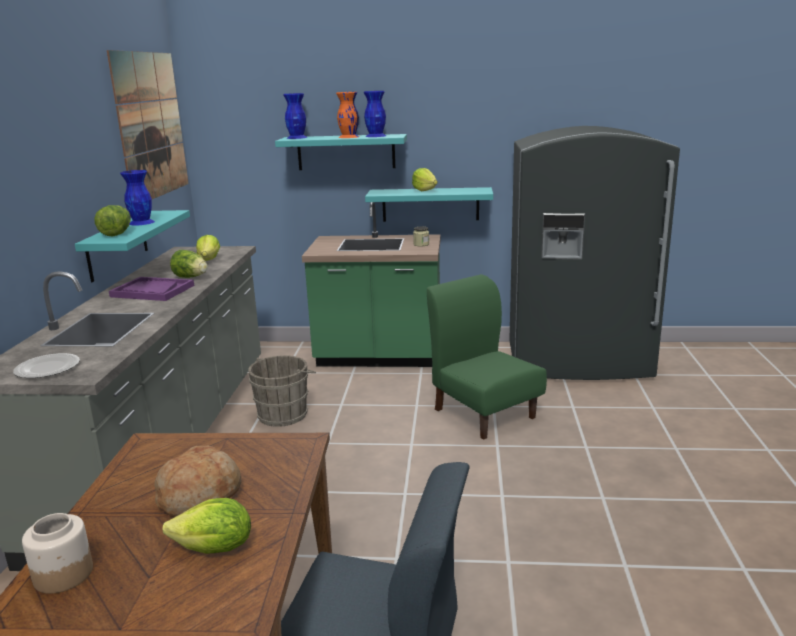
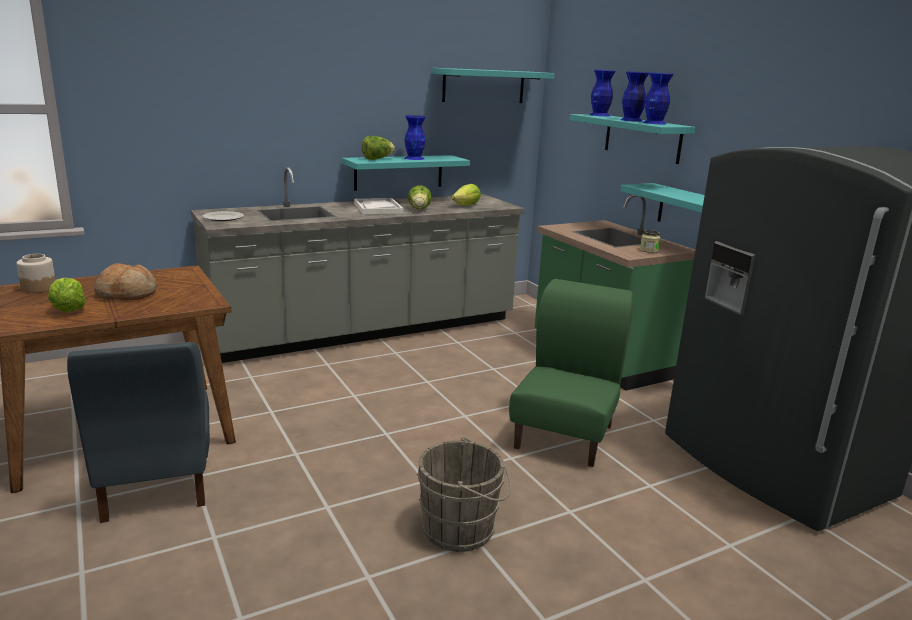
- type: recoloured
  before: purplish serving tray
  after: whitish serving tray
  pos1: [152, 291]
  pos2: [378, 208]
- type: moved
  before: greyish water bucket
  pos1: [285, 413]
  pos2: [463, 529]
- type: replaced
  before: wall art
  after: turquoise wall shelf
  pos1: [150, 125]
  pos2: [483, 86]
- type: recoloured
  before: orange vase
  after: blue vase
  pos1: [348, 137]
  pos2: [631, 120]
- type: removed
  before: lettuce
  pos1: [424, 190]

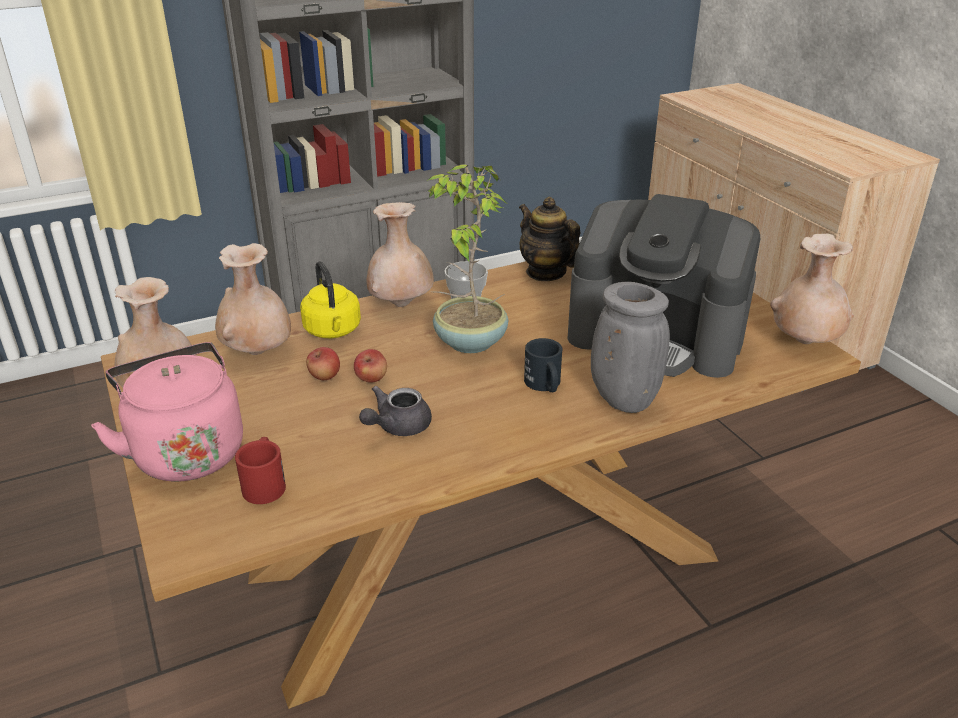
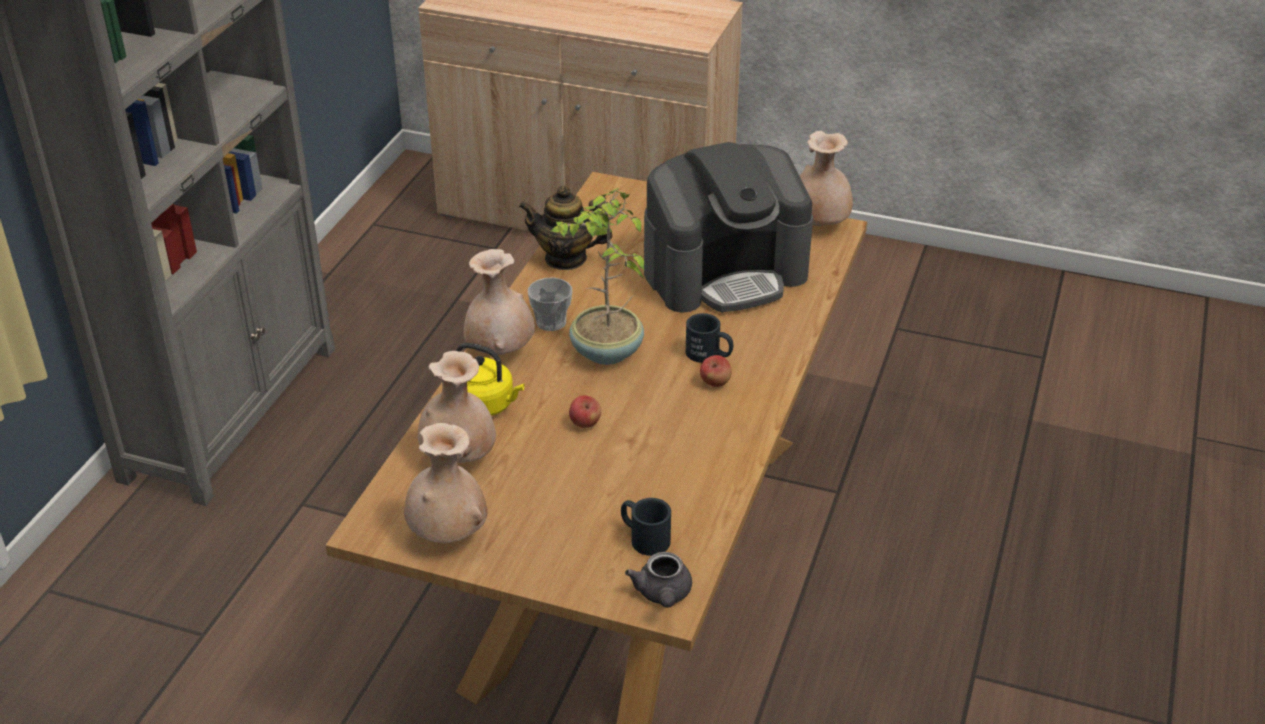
- type: recoloured
  before: red-coloured tea mug
  after: black-coloured tea mug
  pos1: [265, 483]
  pos2: [644, 537]
- type: moved
  before: greyish teapot
  pos1: [397, 427]
  pos2: [663, 595]
- type: moved
  before: apple fruit
  pos1: [324, 376]
  pos2: [715, 383]
- type: removed
  before: pinkish water kettle
  pos1: [186, 451]
- type: removed
  before: greyish vase
  pos1: [621, 400]

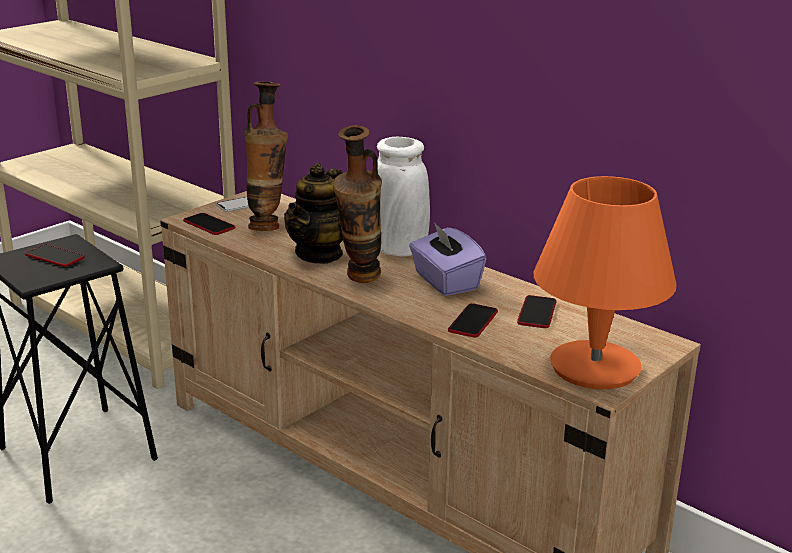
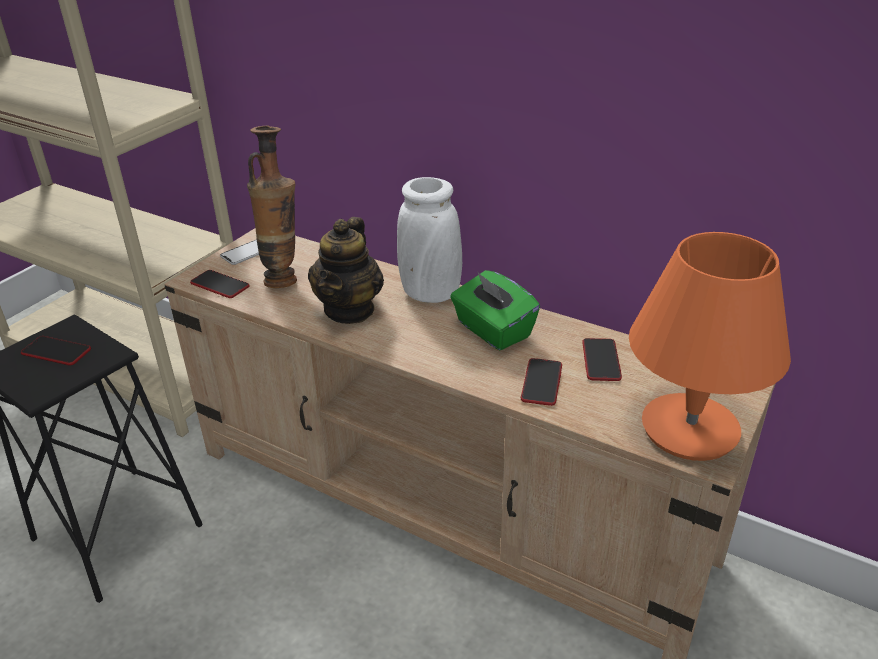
- type: recoloured
  before: purplish box of tissues
  after: green box of tissues
  pos1: [445, 282]
  pos2: [492, 330]
- type: removed
  before: vase
  pos1: [359, 281]

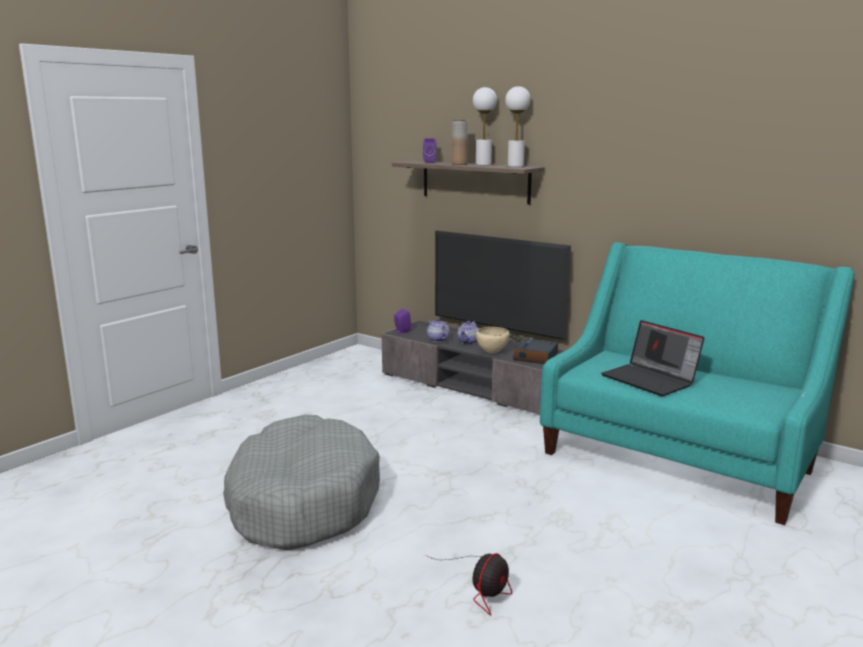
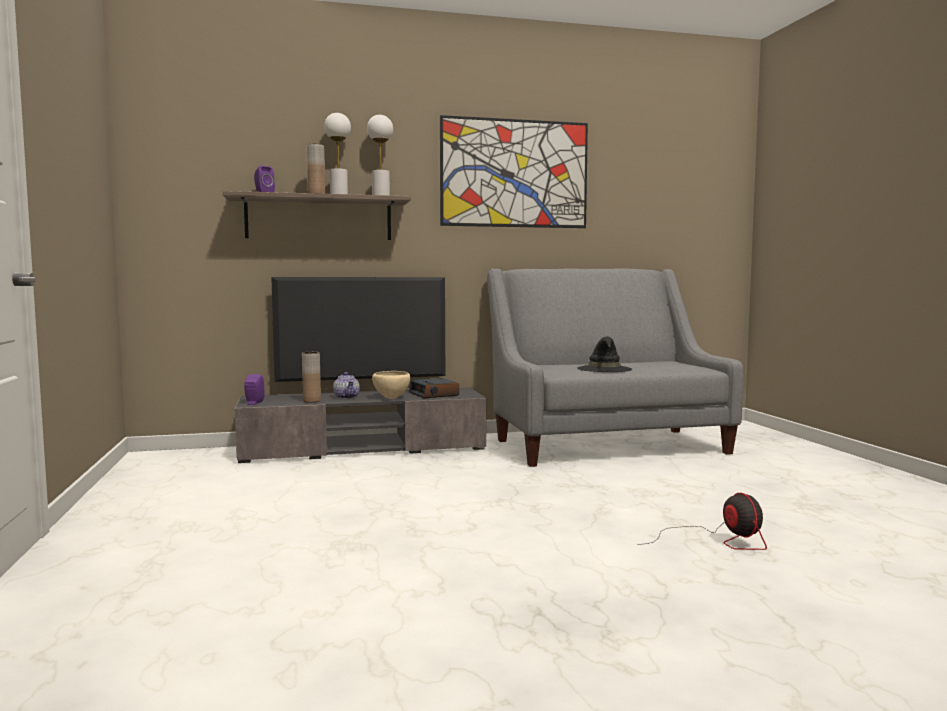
- type: replaced
  before: teapot
  after: brown vase
  pos1: [437, 339]
  pos2: [312, 401]
- type: added
  after: wall art
  pos2: [514, 173]
- type: recoloured
  before: turquoise sofa
  after: greyish sofa
  pos1: [679, 457]
  pos2: [605, 444]
- type: replaced
  before: portable computer
  after: black-coloured hat
  pos1: [651, 380]
  pos2: [604, 369]
- type: removed
  before: greyish pet bed
  pos1: [302, 501]

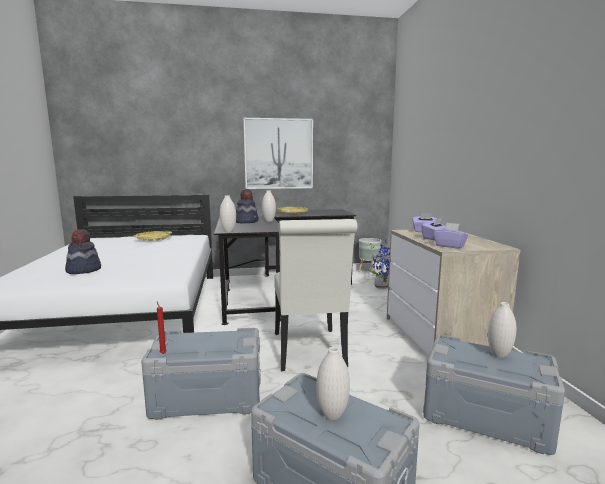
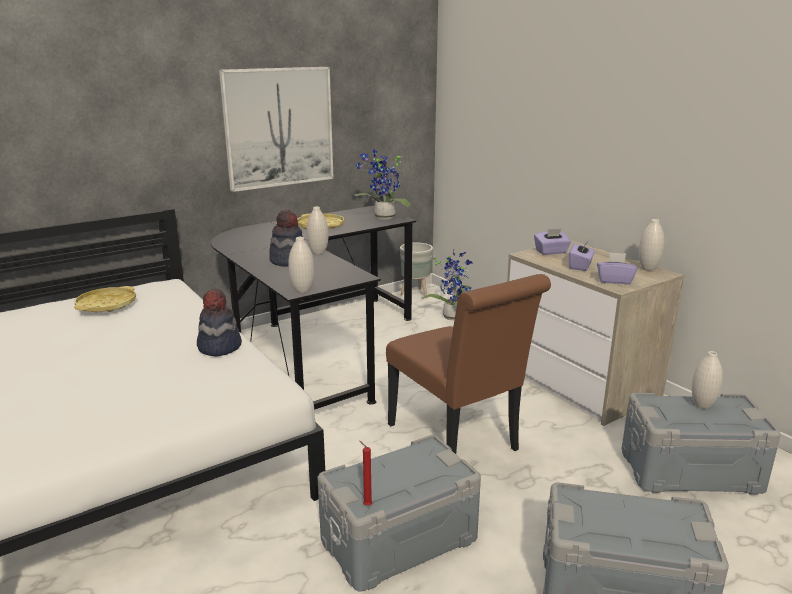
- type: moved
  before: hat
  pos1: [83, 270]
  pos2: [219, 346]
- type: added
  after: houseplant
  pos2: [383, 218]
- type: recoloured
  before: whitish plain chair
  after: brown plain chair
  pos1: [309, 352]
  pos2: [457, 442]
- type: moved
  before: whitish vase
  pos1: [332, 415]
  pos2: [648, 269]

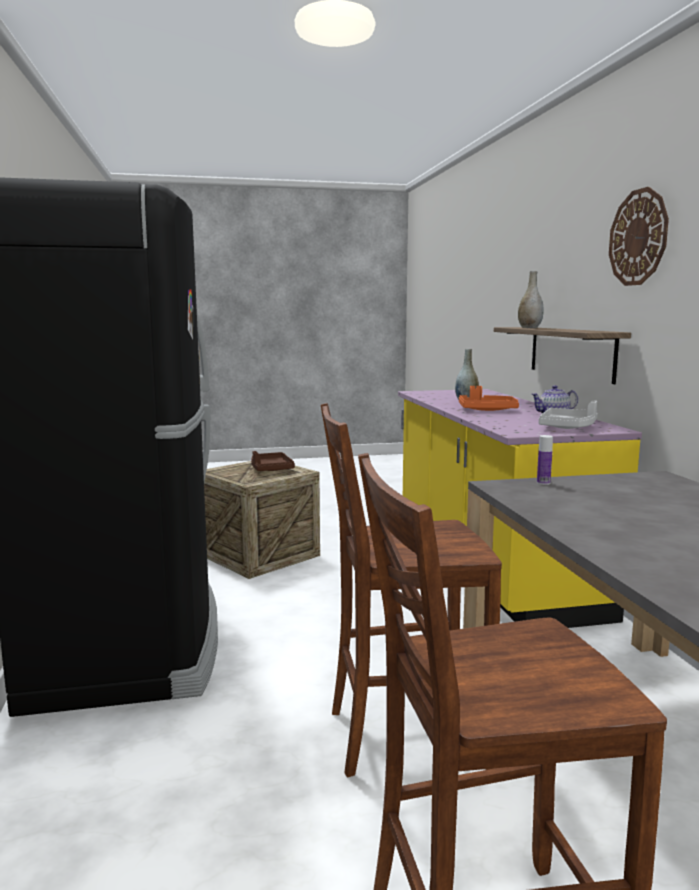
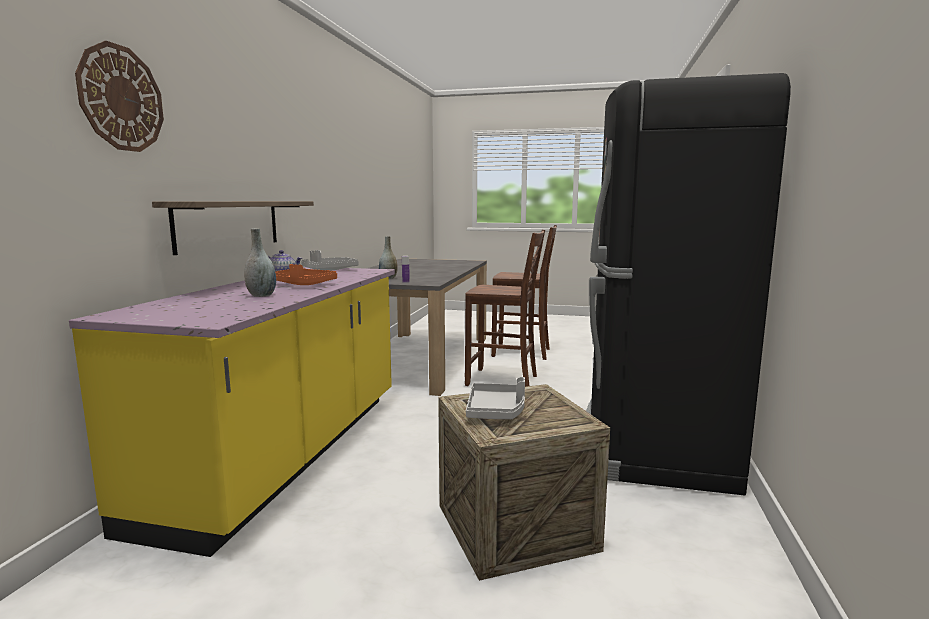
- type: moved
  before: hanging clock
  pos1: [638, 237]
  pos2: [121, 98]
- type: moved
  before: greyish vase
  pos1: [529, 328]
  pos2: [388, 278]
- type: recoloured
  before: brown serving tray
  after: greyish serving tray
  pos1: [270, 469]
  pos2: [496, 411]

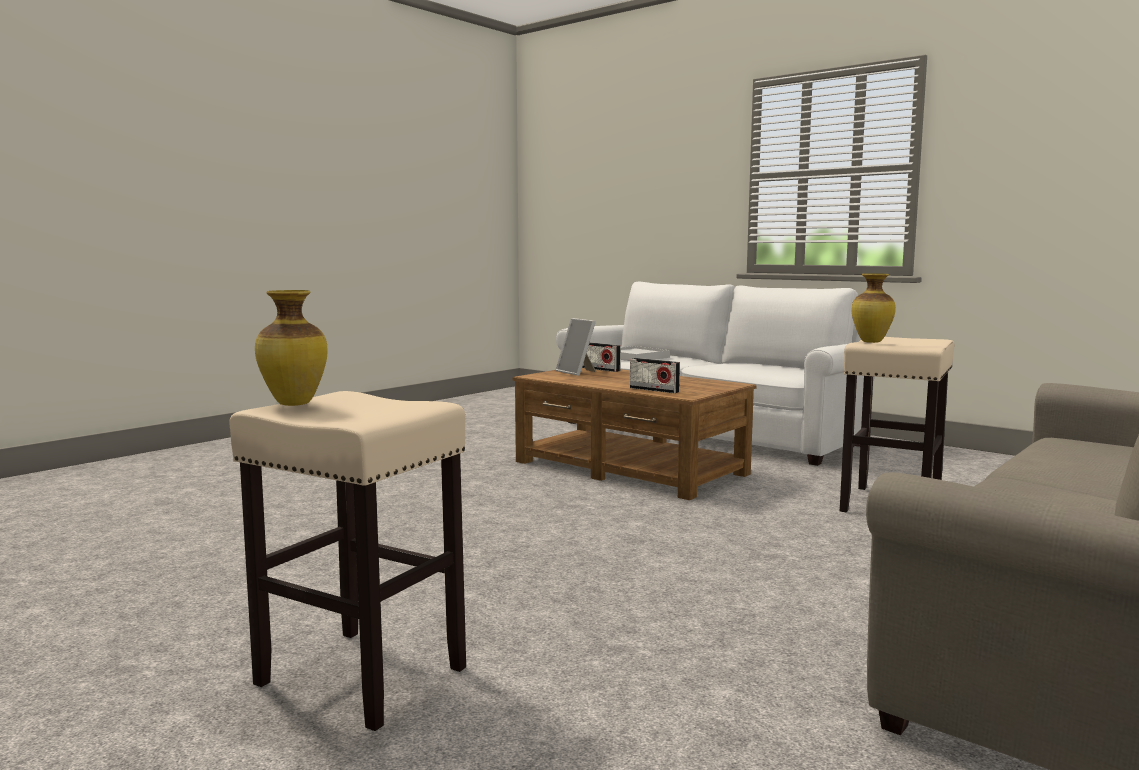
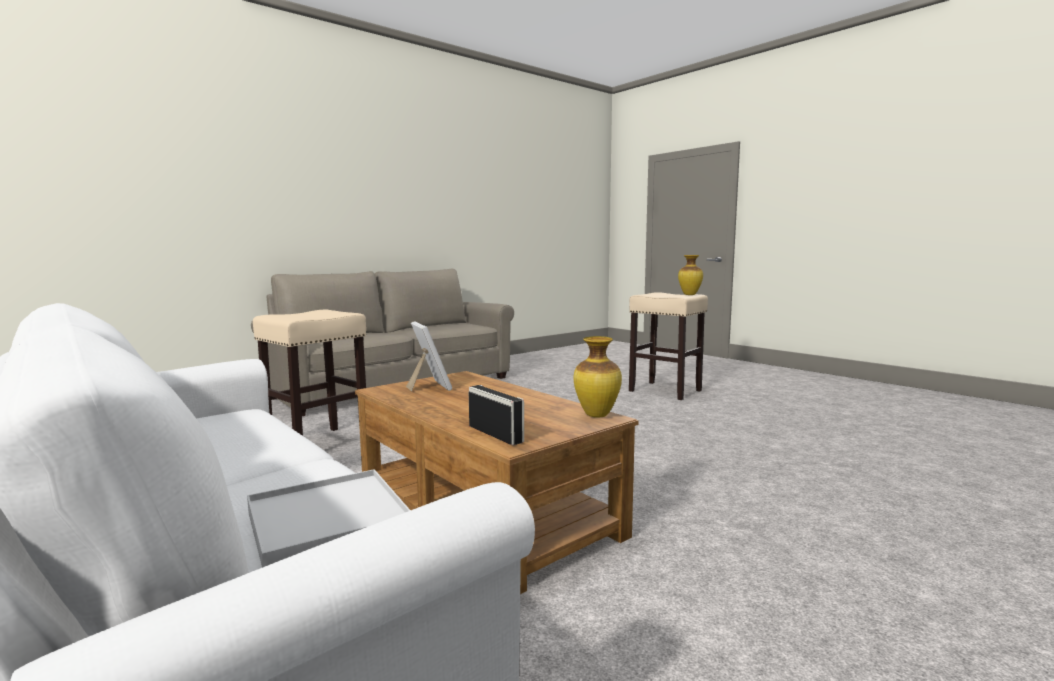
- type: moved
  before: standing frame
  pos1: [577, 372]
  pos2: [428, 387]
- type: moved
  before: vase
  pos1: [870, 342]
  pos2: [597, 415]
- type: removed
  before: radio
  pos1: [654, 390]

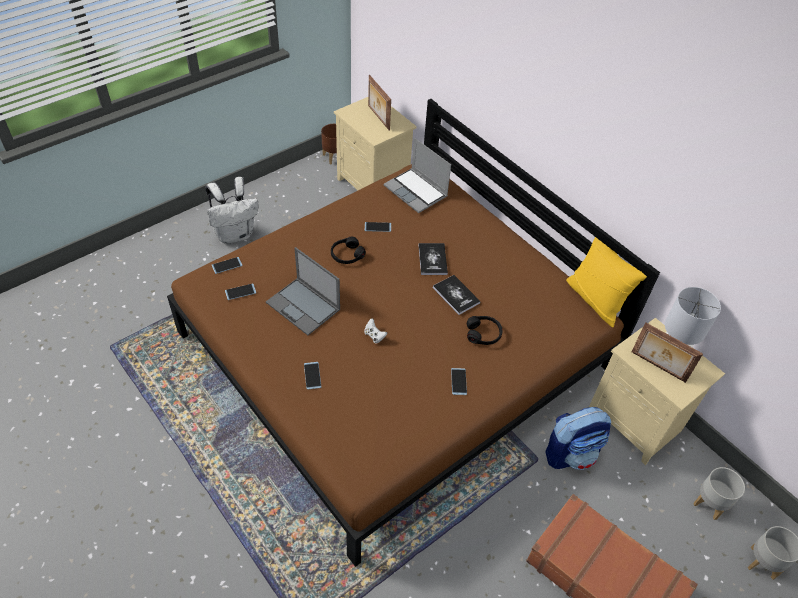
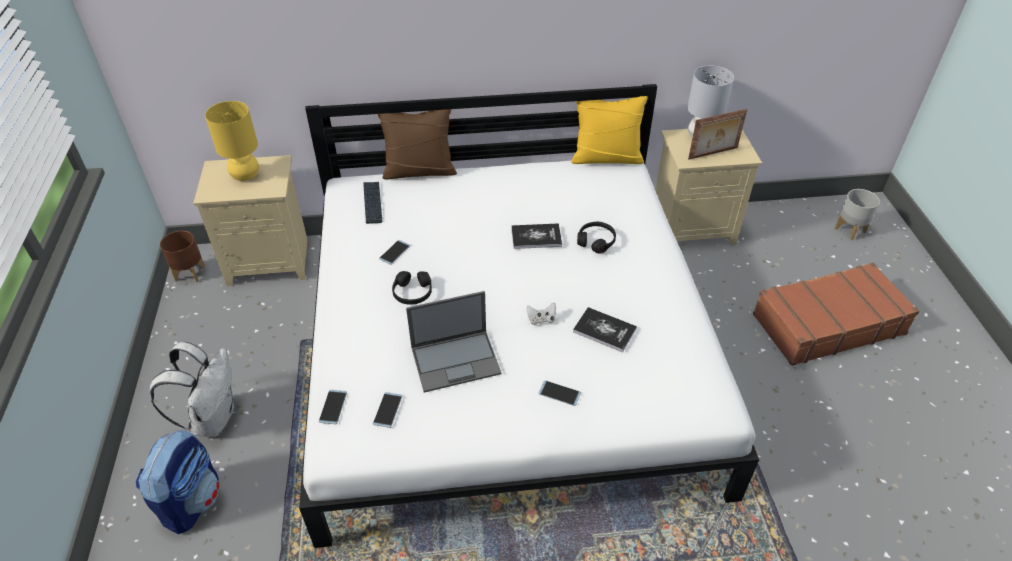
- type: moved
  before: backpack
  pos1: [571, 453]
  pos2: [192, 500]
- type: replaced
  before: standing frame
  after: yellowish table lamp
  pos1: [378, 118]
  pos2: [246, 175]
- type: recoloured
  before: brown bed
  after: whitish bed
  pos1: [395, 352]
  pos2: [506, 349]
- type: replaced
  before: portable computer
  after: computer keyboard
  pos1: [416, 191]
  pos2: [372, 203]
- type: added
  after: brown throw pillow
  pos2: [419, 171]
- type: moved
  before: volume
  pos1: [432, 259]
  pos2: [604, 330]
- type: removed
  before: handset
  pos1: [458, 381]
- type: removed
  before: greyish planter
  pos1: [710, 504]

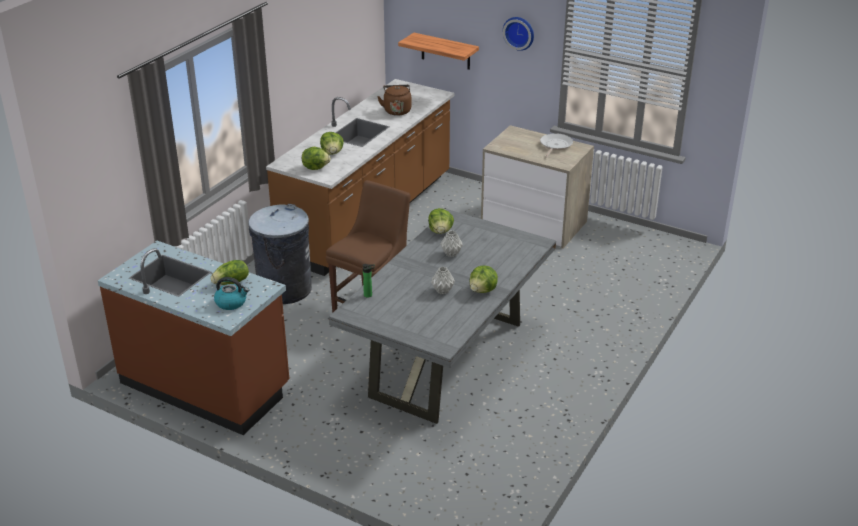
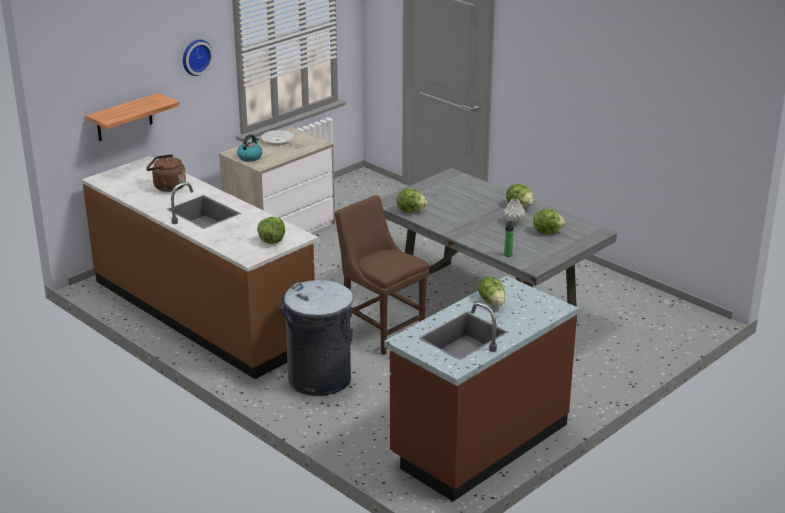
- type: moved
  before: water kettle
  pos1: [231, 303]
  pos2: [250, 157]
- type: moved
  before: lettuce
  pos1: [332, 153]
  pos2: [547, 232]
- type: removed
  before: greyish vase
  pos1: [451, 254]

